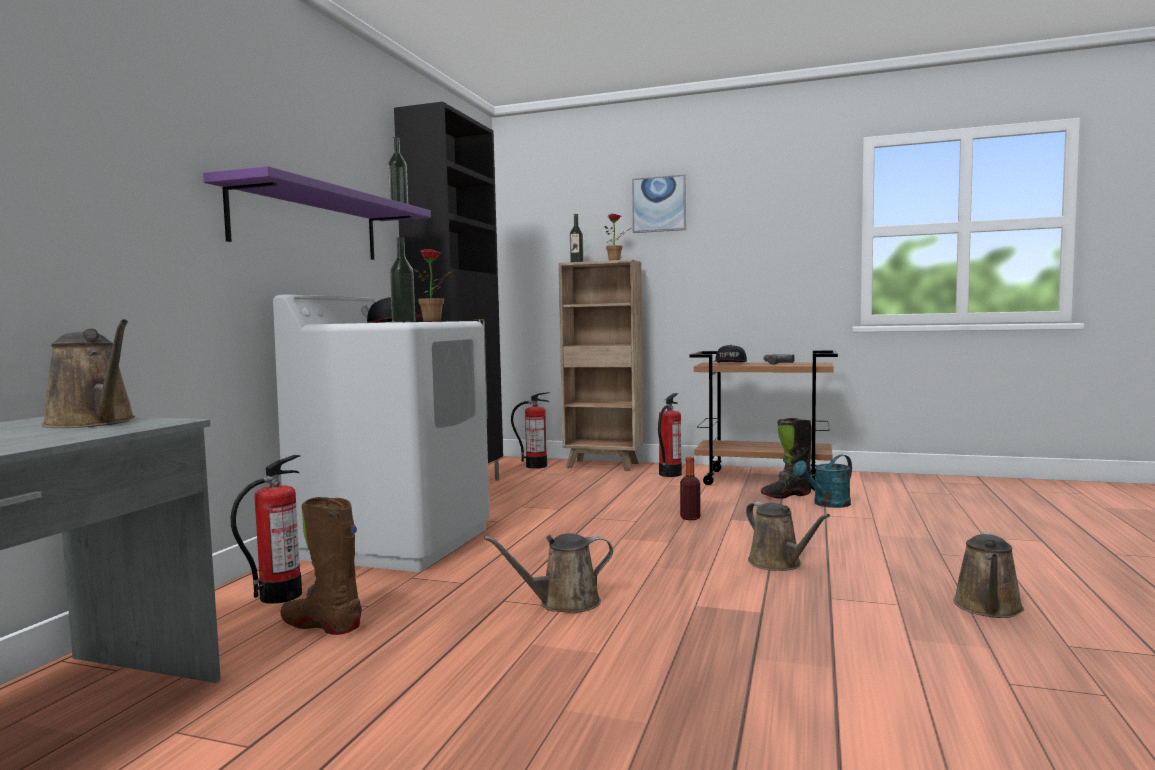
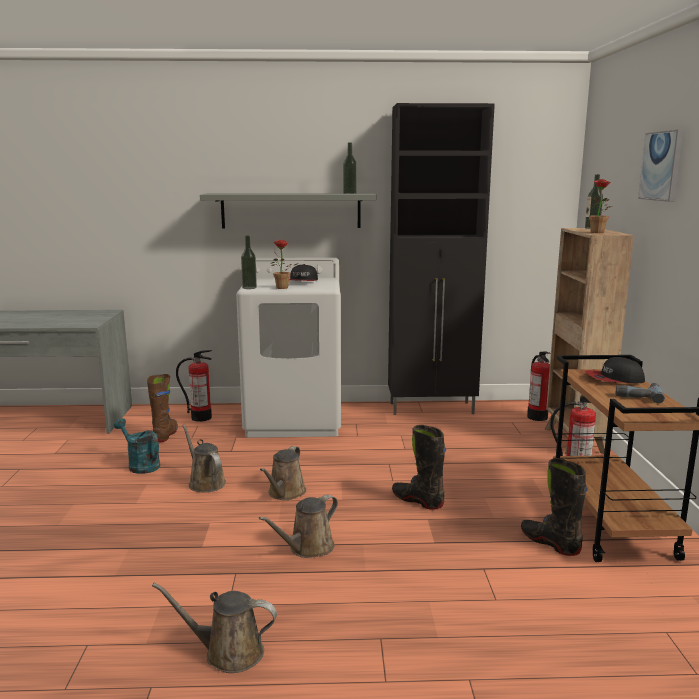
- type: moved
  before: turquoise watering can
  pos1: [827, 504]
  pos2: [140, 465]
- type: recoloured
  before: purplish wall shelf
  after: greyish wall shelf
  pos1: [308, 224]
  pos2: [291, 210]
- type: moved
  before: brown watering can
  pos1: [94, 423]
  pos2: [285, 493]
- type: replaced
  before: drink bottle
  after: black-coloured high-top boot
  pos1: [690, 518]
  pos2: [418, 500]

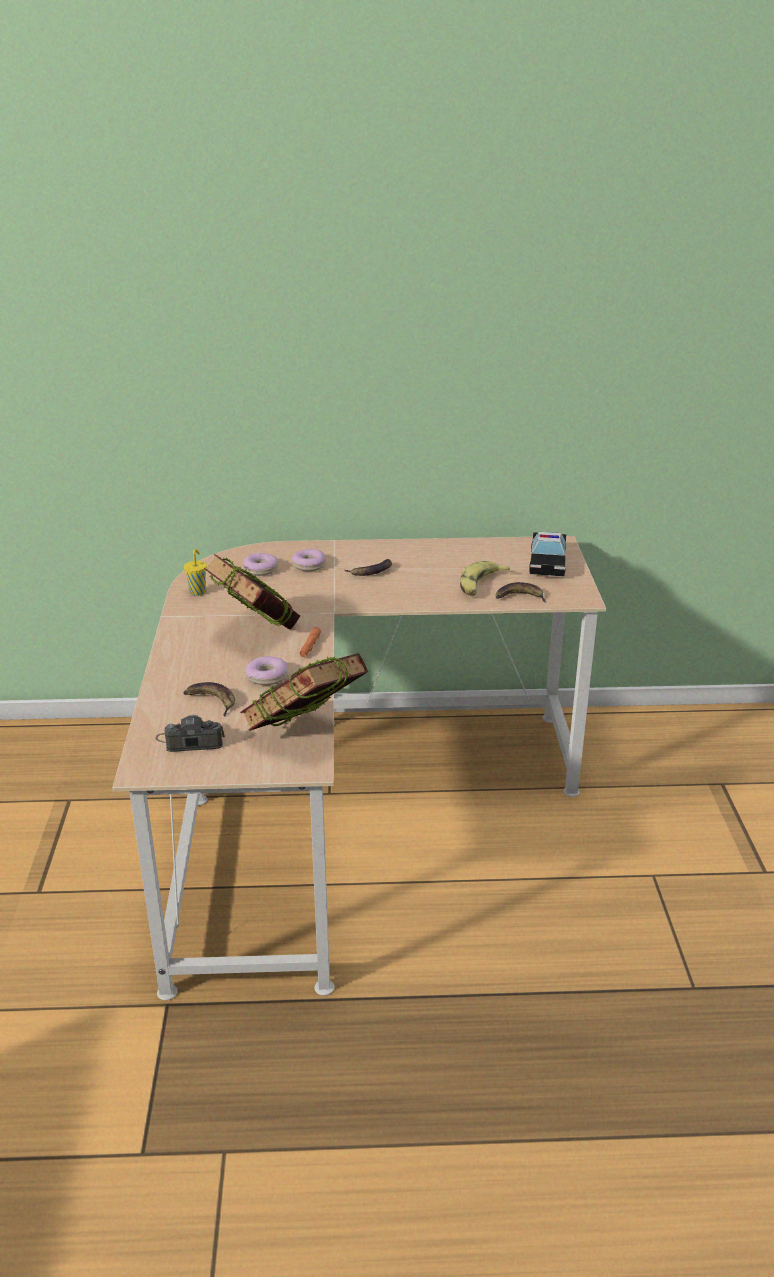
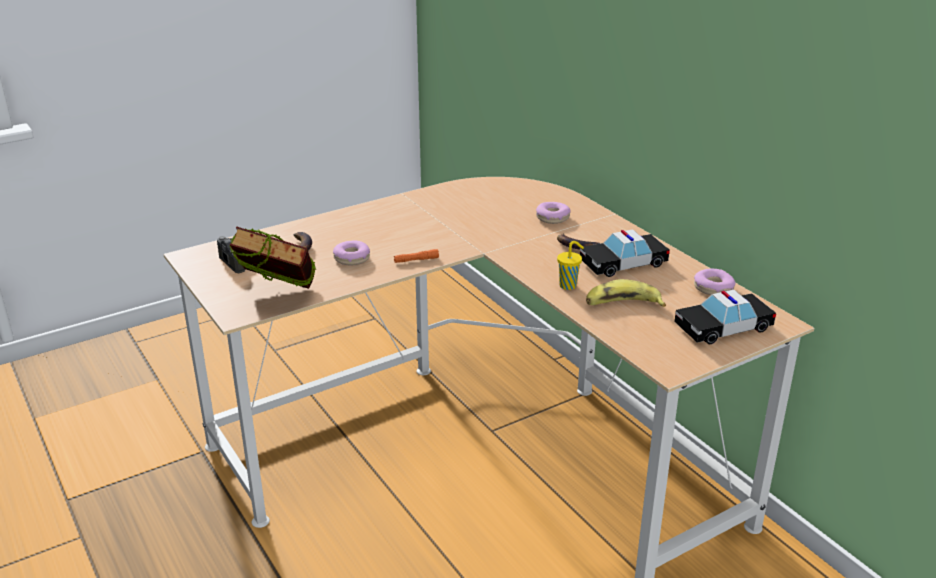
- type: moved
  before: yellowish small cup
  pos1: [198, 591]
  pos2: [569, 285]
- type: added
  after: miniature car
  pos2: [623, 263]
- type: moved
  before: donut
  pos1: [261, 569]
  pos2: [713, 288]
- type: removed
  before: volume
  pos1: [255, 632]
- type: removed
  before: banana fruit
  pos1: [519, 597]

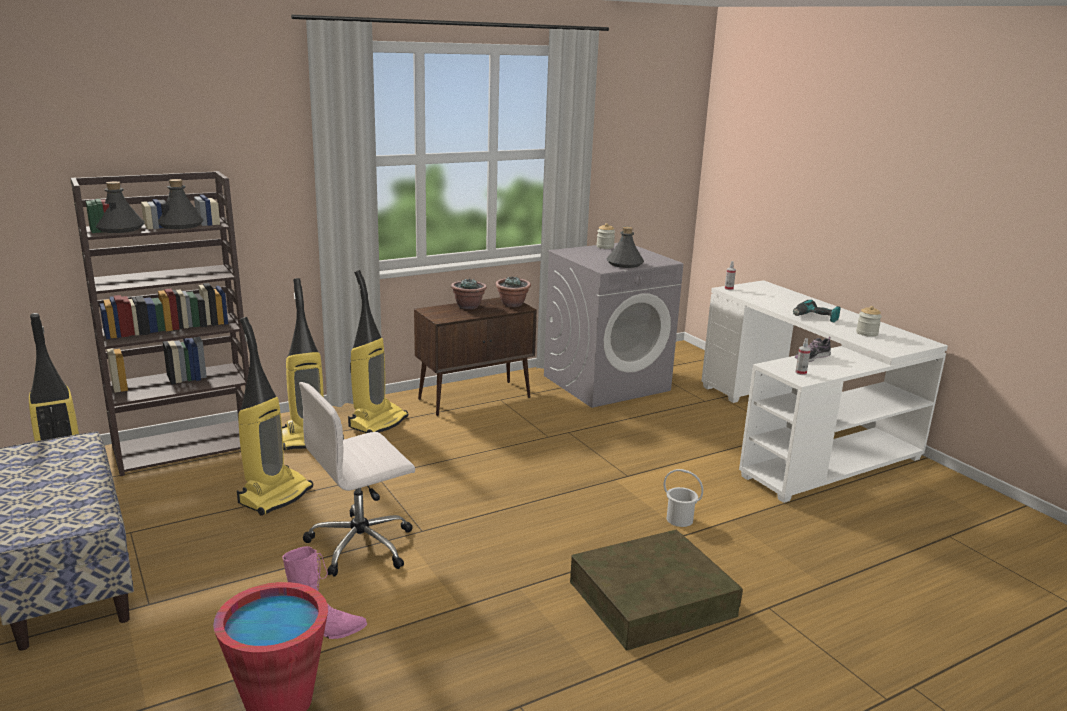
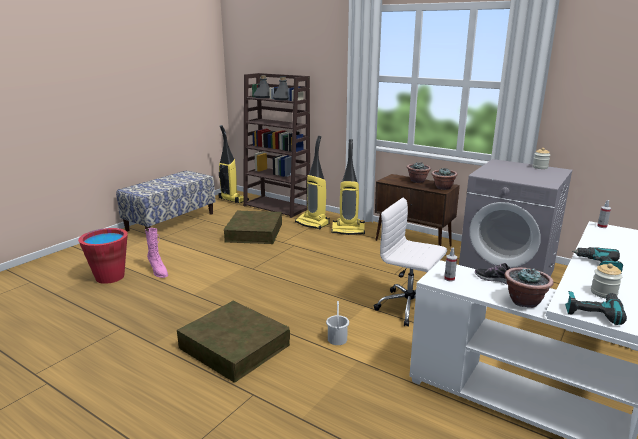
- type: replaced
  before: hoover
  after: brown storage bin
  pos1: [275, 495]
  pos2: [254, 232]
- type: moved
  before: whitish office chair
  pos1: [362, 544]
  pos2: [409, 307]
- type: added
  after: houseplant
  pos2: [524, 301]
- type: added
  after: electric drill
  pos2: [593, 311]
- type: removed
  before: greyish drink bottle
  pos1: [625, 264]

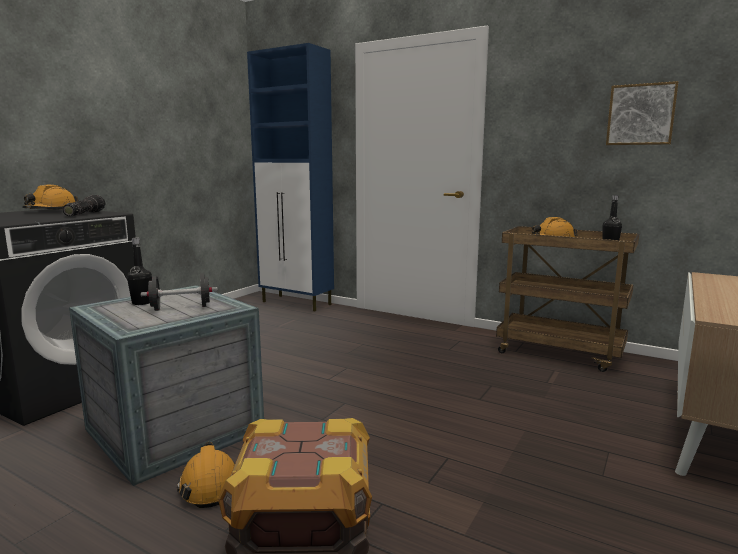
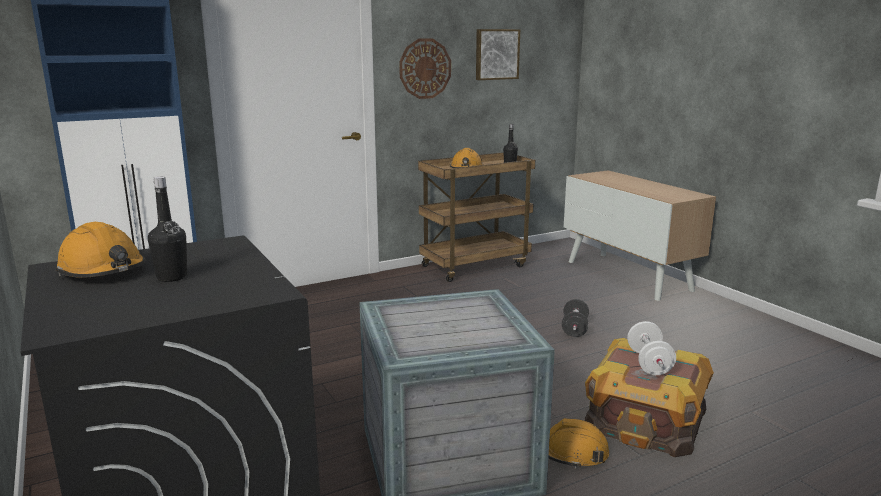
- type: moved
  before: black-coloured drink bottle
  pos1: [142, 302]
  pos2: [172, 277]
- type: added
  after: hanging clock
  pos2: [425, 68]
- type: moved
  before: black-coloured dumbbell
  pos1: [181, 308]
  pos2: [574, 329]
- type: added
  after: whitish dumbbell
  pos2: [649, 363]
- type: removed
  before: torch
  pos1: [84, 214]

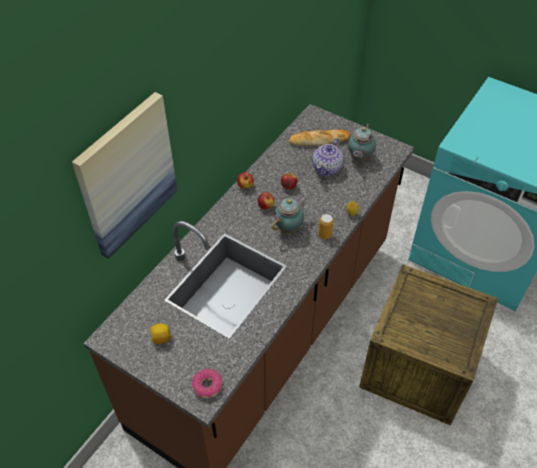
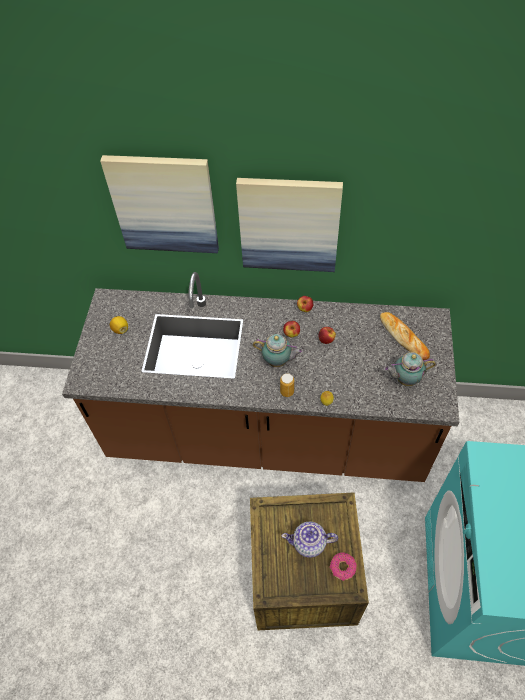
- type: added
  after: wall art
  pos2: [289, 225]
- type: moved
  before: teapot
  pos1: [327, 168]
  pos2: [309, 543]
- type: moved
  before: donut
  pos1: [207, 386]
  pos2: [342, 567]

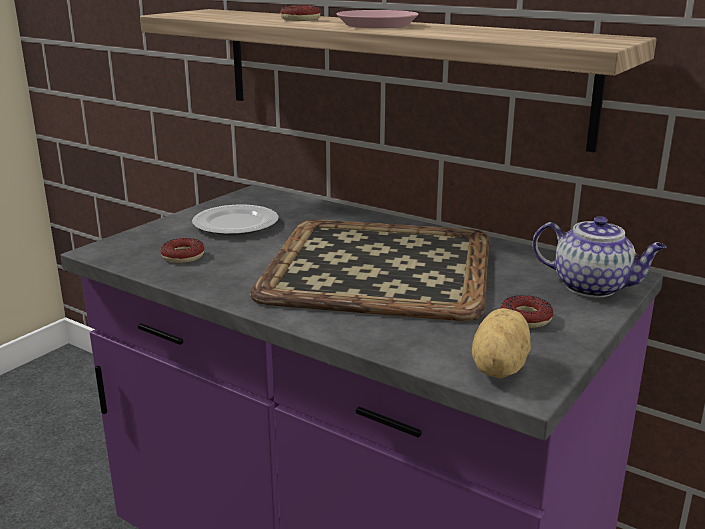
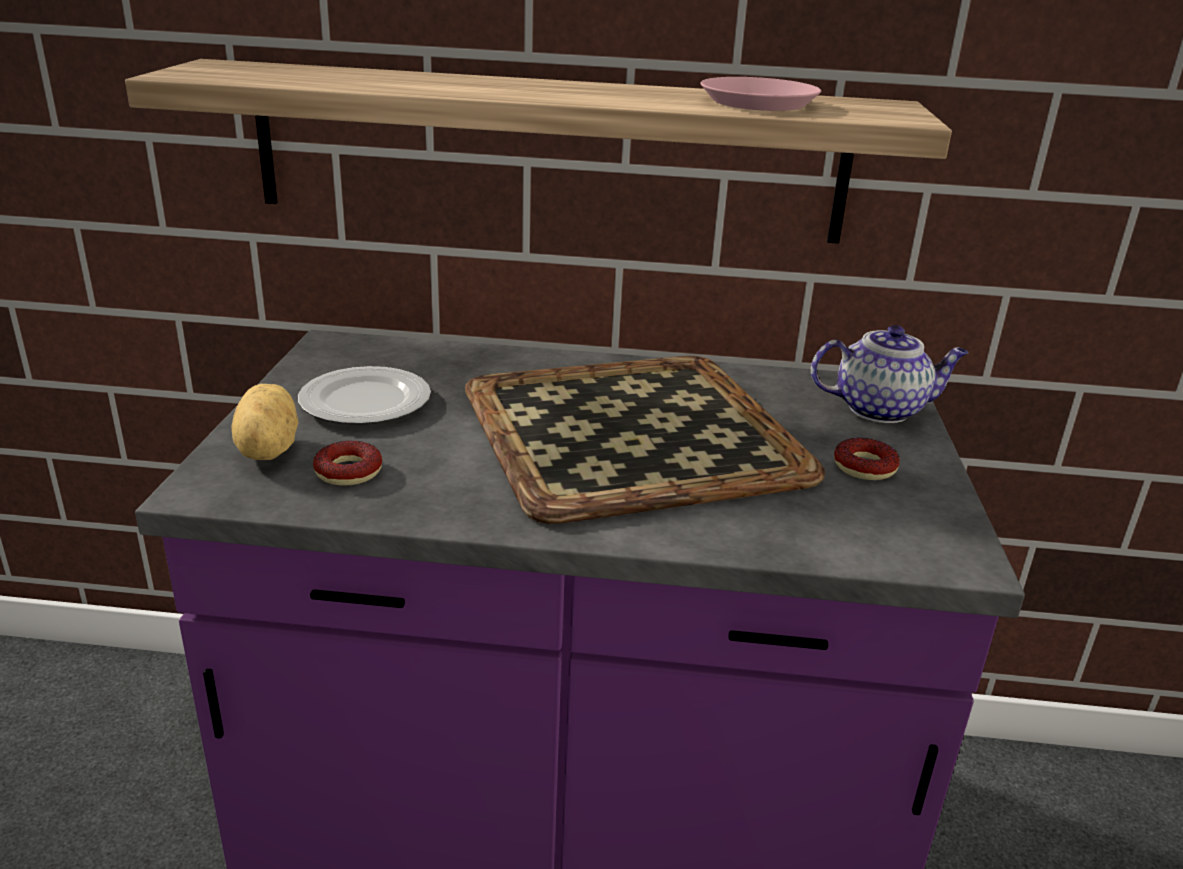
- type: moved
  before: potato
  pos1: [496, 368]
  pos2: [265, 451]
- type: moved
  before: pinkish flat dish
  pos1: [377, 25]
  pos2: [758, 103]
- type: removed
  before: donut
  pos1: [300, 19]

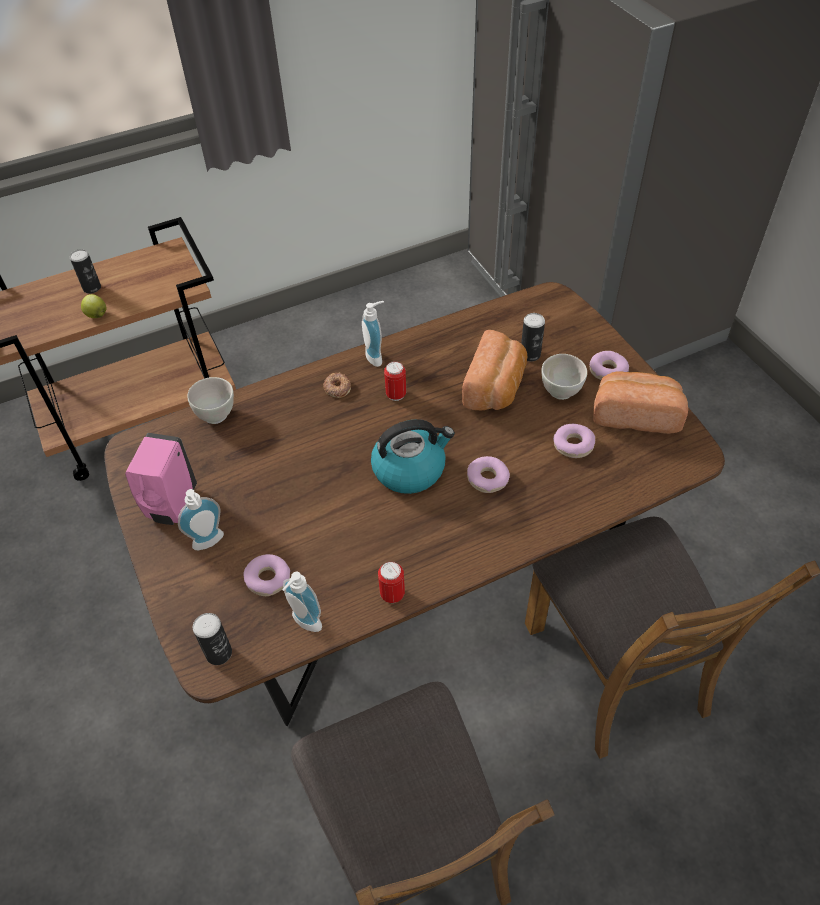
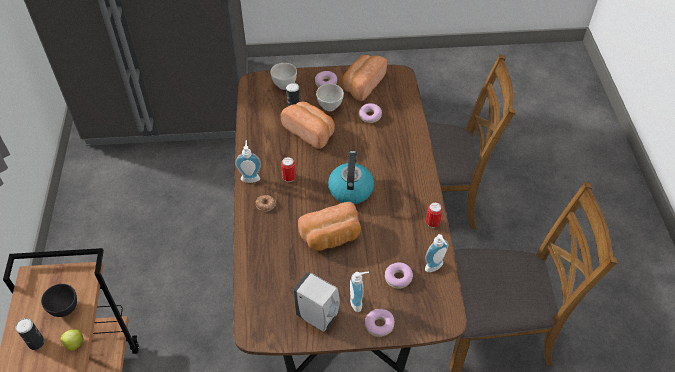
- type: added
  after: black-coloured deep dish
  pos2: [65, 309]
- type: moved
  before: whitish deep dish
  pos1: [216, 415]
  pos2: [284, 85]
- type: recoloured
  before: pinkish soap dispenser
  after: whitish soap dispenser
  pos1: [172, 506]
  pos2: [318, 317]
- type: added
  after: bakery bread
  pos2: [331, 237]
- type: moved
  before: donut
  pos1: [487, 479]
  pos2: [379, 325]
- type: removed
  before: can
  pos1: [219, 653]

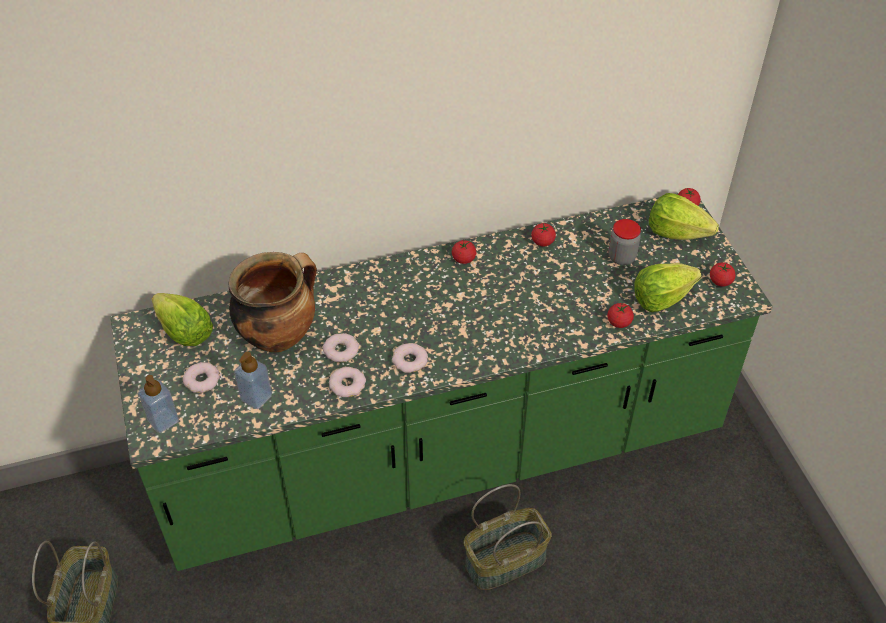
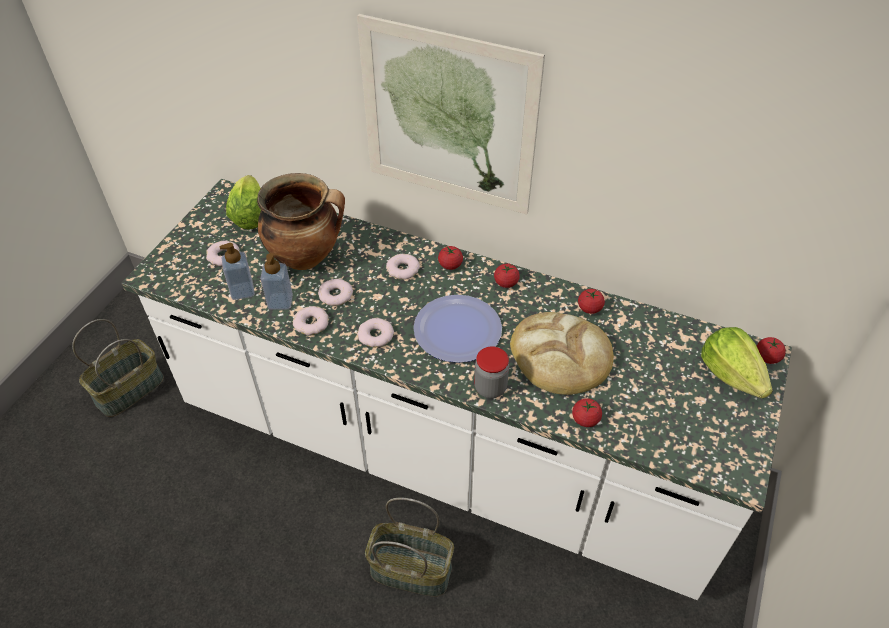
- type: recoloured
  before: green counter
  after: whitish counter
  pos1: [443, 454]
  pos2: [444, 451]
- type: moved
  before: soap dispenser
  pos1: [163, 420]
  pos2: [280, 302]
- type: added
  after: wall art
  pos2: [448, 118]
- type: added
  after: donut
  pos2: [403, 269]
- type: added
  after: flat dish
  pos2: [457, 329]
- type: moved
  before: whole tomato
  pos1: [720, 281]
  pos2: [450, 265]
- type: moved
  before: preserve jar
  pos1: [621, 257]
  pos2: [490, 387]
- type: added
  after: bakery bread
  pos2: [560, 356]
- type: removed
  before: lettuce
  pos1: [661, 298]

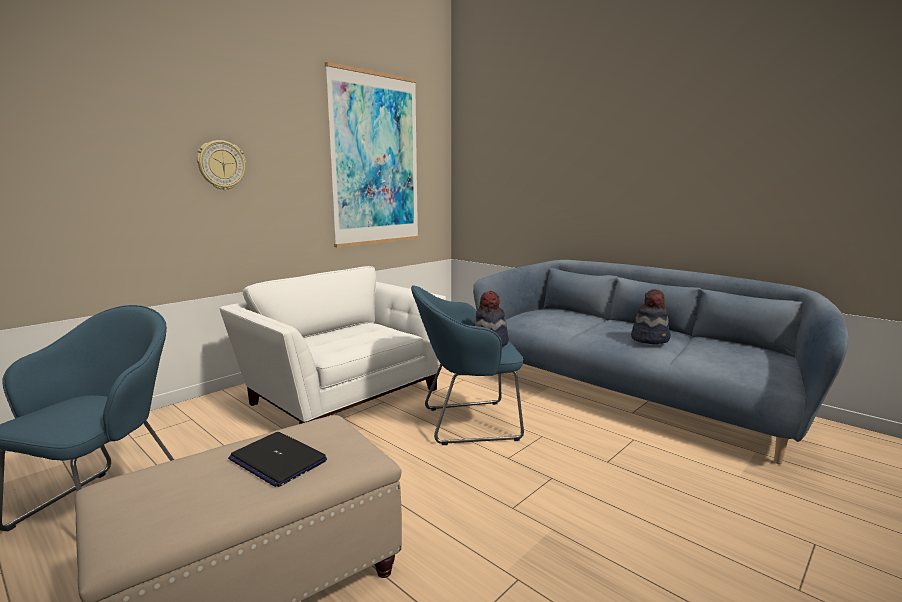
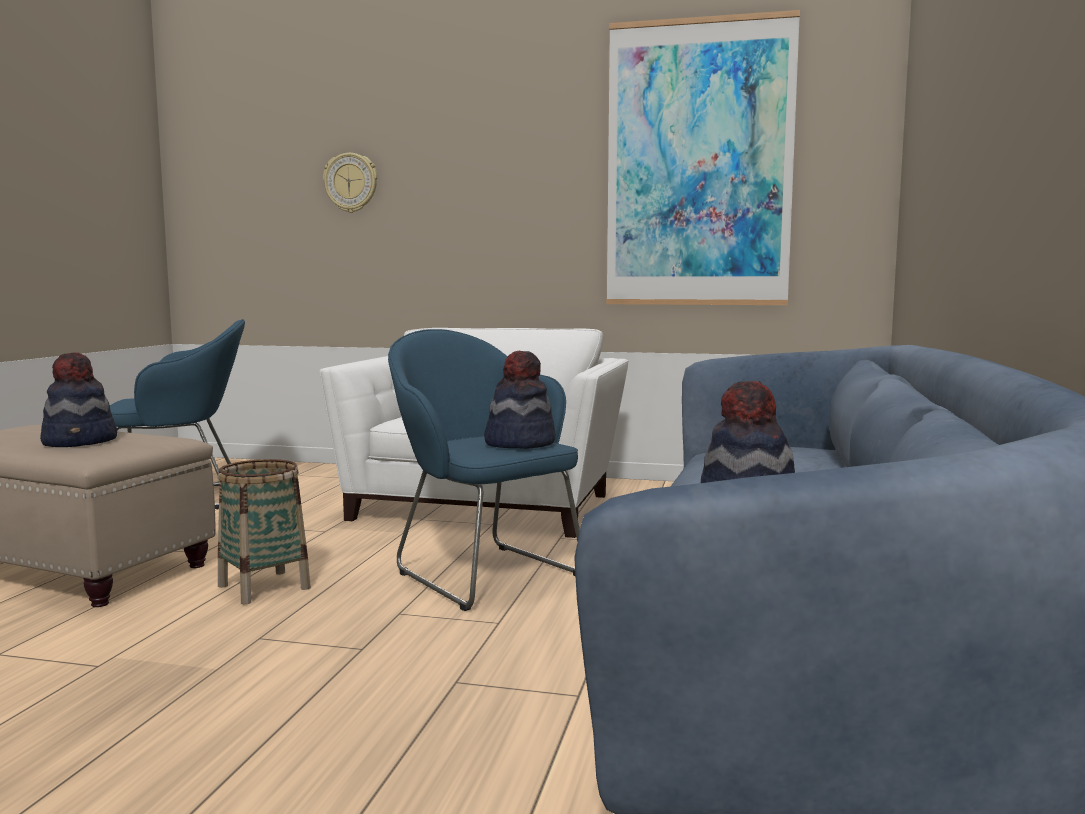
- type: replaced
  before: portable computer
  after: hat
  pos1: [277, 460]
  pos2: [81, 442]
- type: added
  after: household basket
  pos2: [264, 587]
- type: moved
  before: hanging clock
  pos1: [221, 165]
  pos2: [351, 183]

